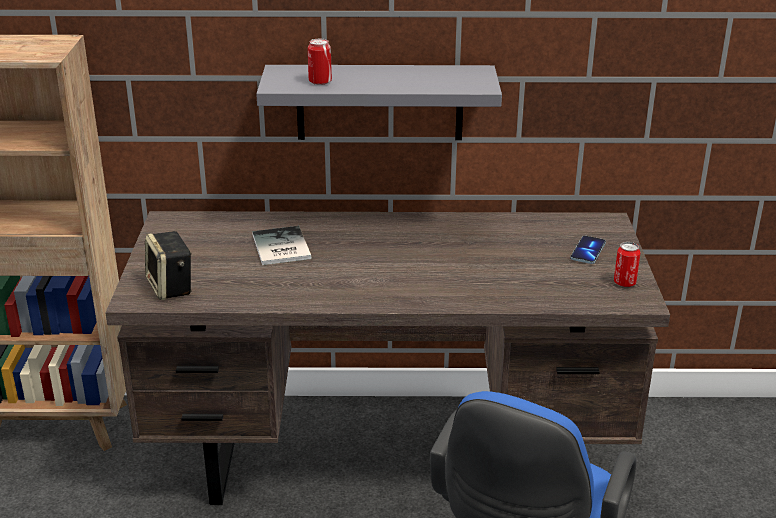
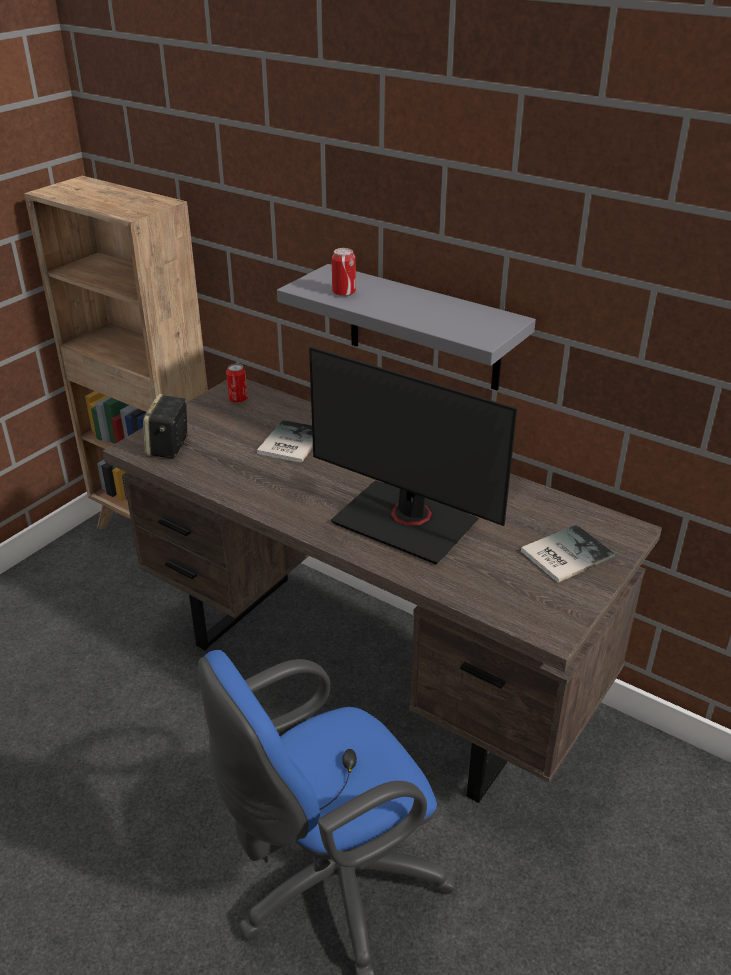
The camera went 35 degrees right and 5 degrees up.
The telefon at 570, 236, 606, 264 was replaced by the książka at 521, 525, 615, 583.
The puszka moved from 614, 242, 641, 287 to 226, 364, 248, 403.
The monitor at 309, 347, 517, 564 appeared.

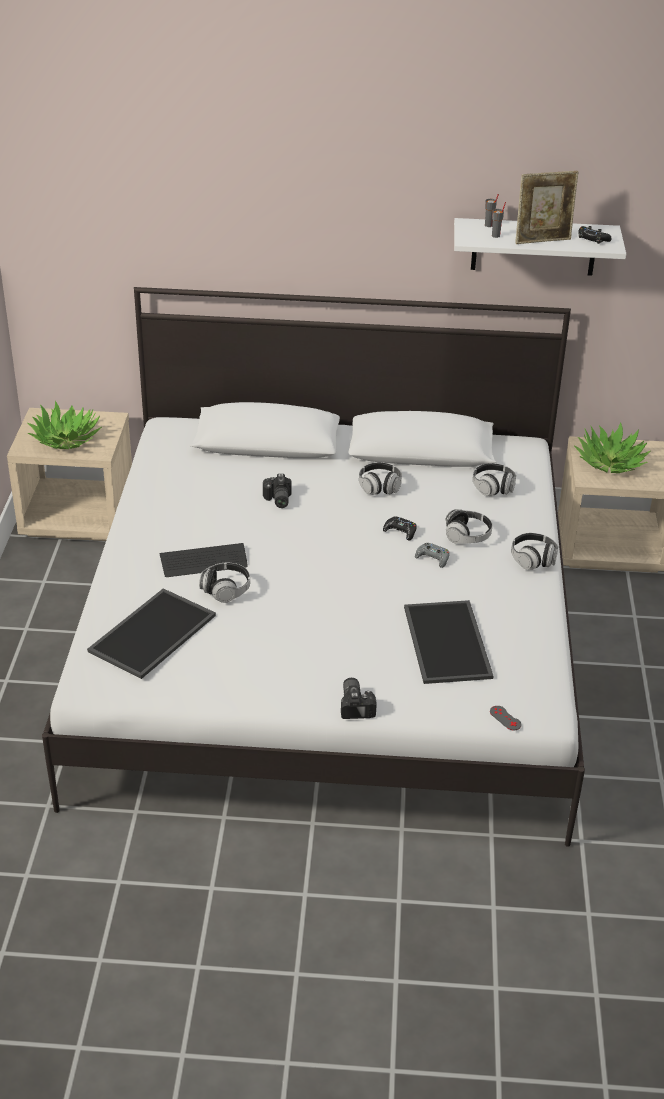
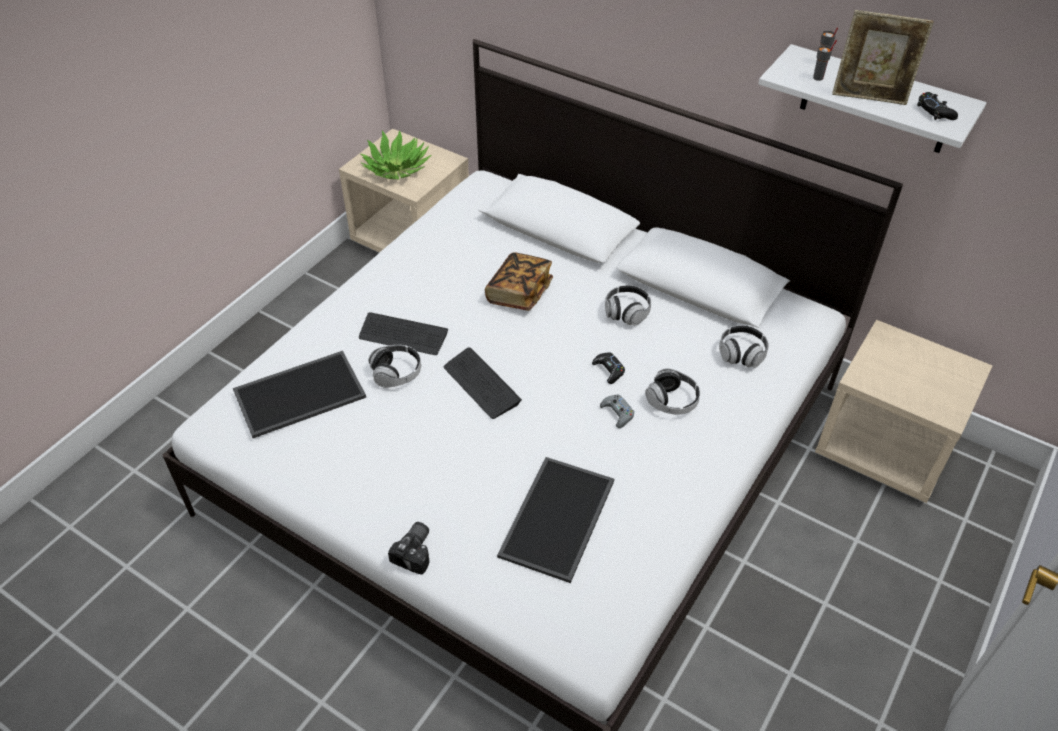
The camera went 30 degrees right and 10 degrees up.
The roślina doniczkowa at 574, 422, 651, 473 disappeared.
The aparat fotograficzny at 263, 474, 291, 508 was replaced by the książka at 485, 252, 553, 311.
The słuchawki at 511, 533, 558, 570 disappeared.
The pad do gier [szary] at 490, 706, 522, 730 disappeared.
The klawiatura at 444, 347, 522, 419 appeared.

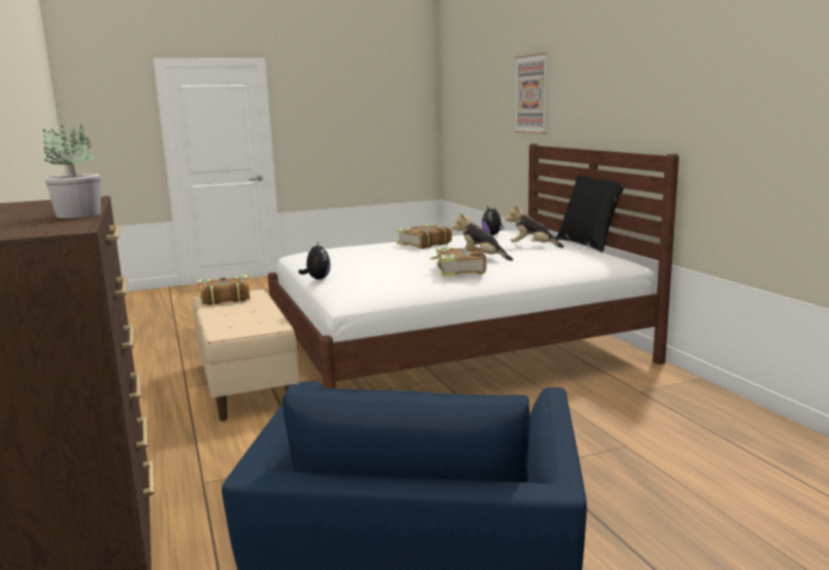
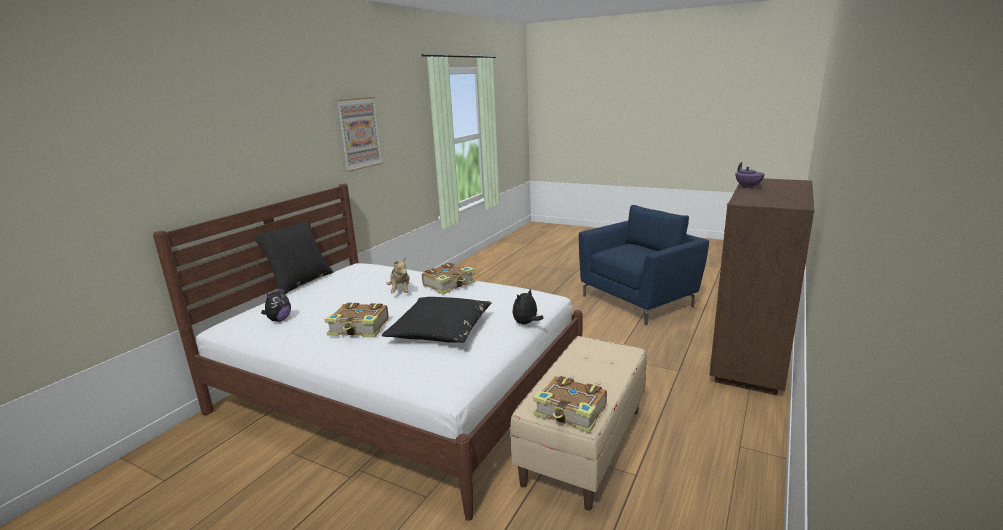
The camera went 130 degrees left and 5 degrees up.
The obraz moved from 515, 52, 548, 134 to 336, 97, 382, 172.
The roślina doniczkowa at 43, 122, 101, 218 was replaced by the imbryk [fioletowy] at 735, 162, 765, 189.
The pluszak at 506, 205, 564, 248 disappeared.
The poduszka [czarny] at 382, 297, 492, 343 appeared.

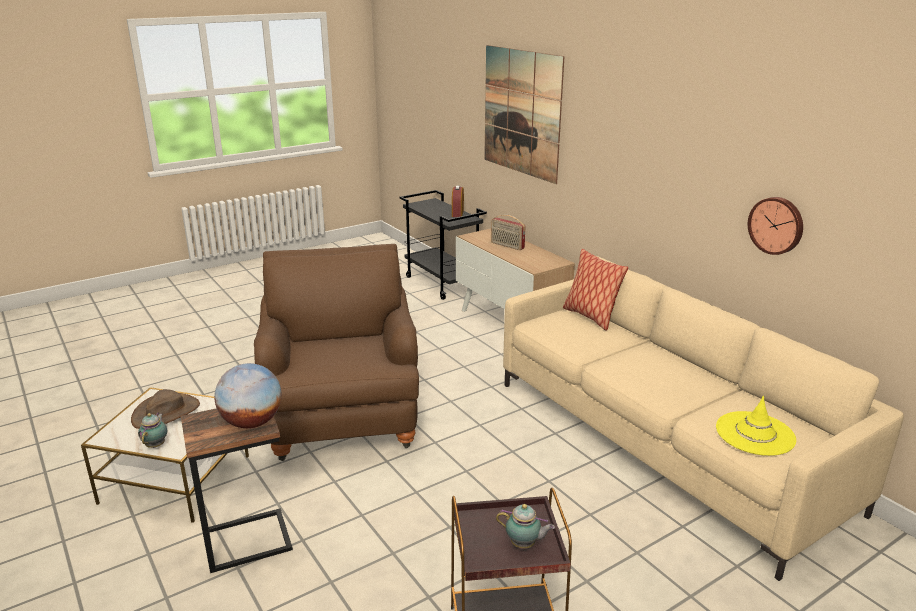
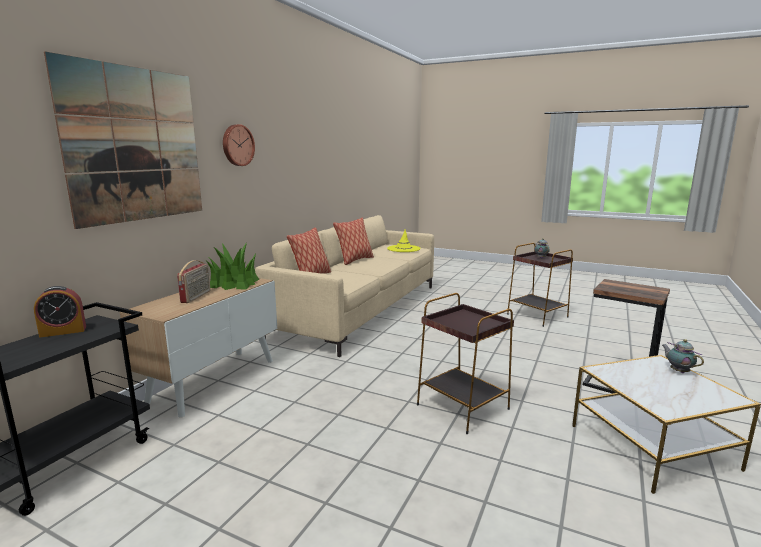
The camera went 120 degrees left and 10 degrees down.
The zegar ścienny moved from 748, 197, 803, 255 to 223, 124, 255, 166.
The fotel [brązowy] at 254, 244, 419, 461 was replaced by the stolik [brązowy] at 417, 293, 514, 434.
The globus at 214, 363, 282, 428 disappeared.
The kapelusz [brązowy] at 131, 389, 200, 429 disappeared.
The imbryk at 138, 412, 167, 448 turned 90 degrees clockwise.
The poduszka at 333, 218, 374, 265 appeared.
The roślina doniczkowa at 206, 242, 259, 290 appeared.

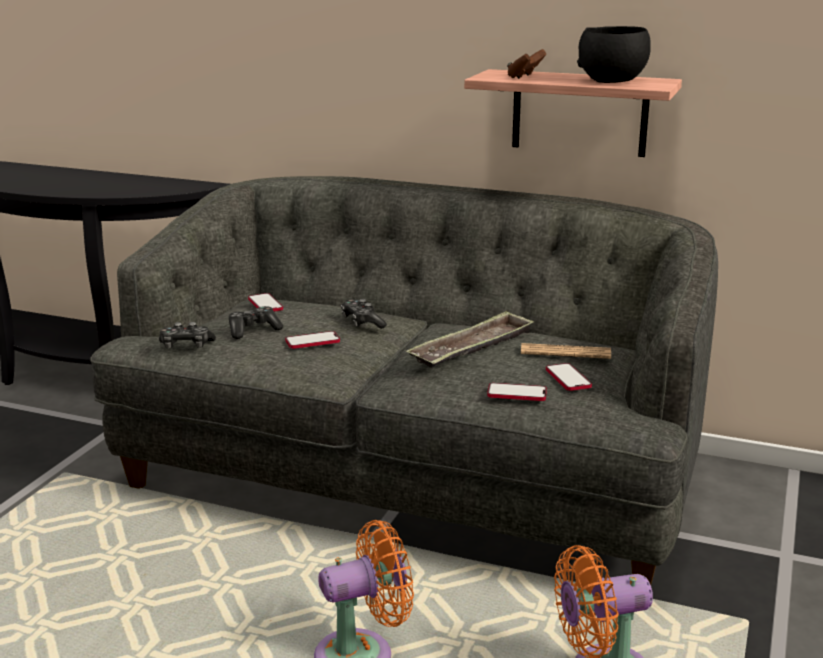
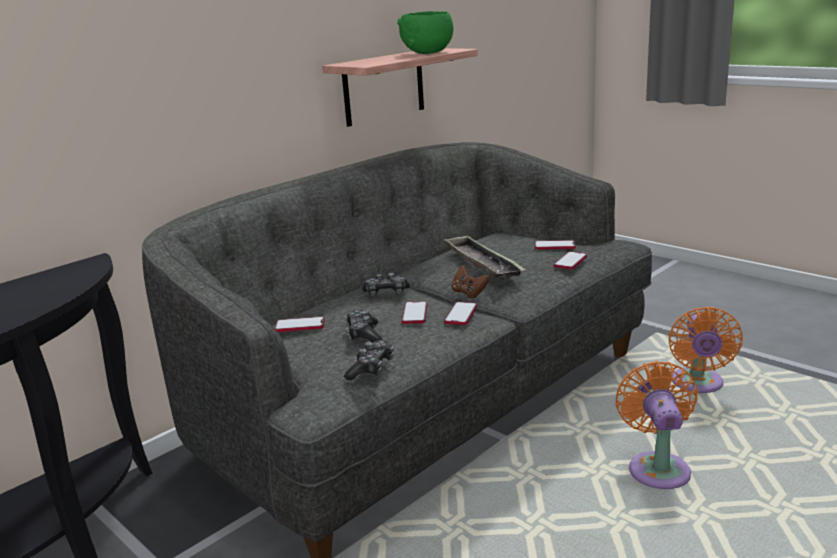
The camera went 65 degrees left and 0 degrees up.
The miska [czarny] at 577, 26, 651, 83 became the miska [zielony] at 397, 11, 453, 54.
The pad do gier [brązowy] moved from 507, 49, 546, 79 to 451, 266, 490, 298.
The gazeta at 521, 343, 611, 359 disappeared.
The telefon at 444, 302, 477, 325 appeared.

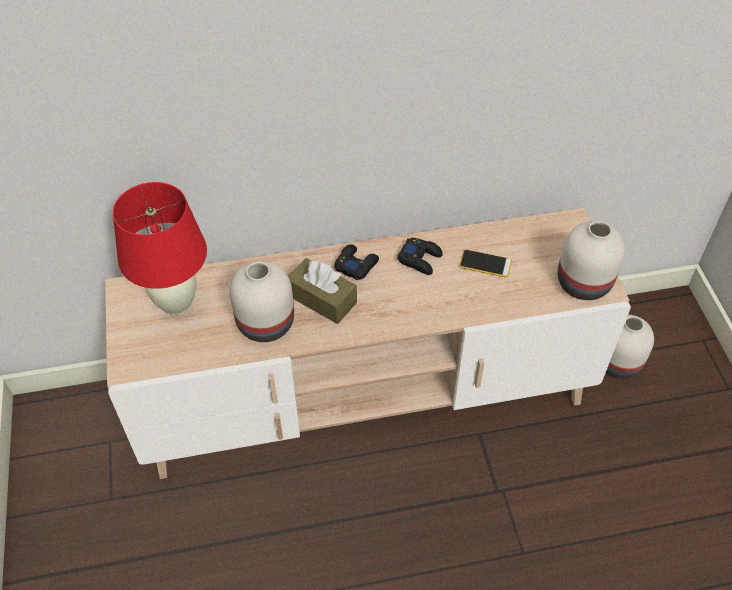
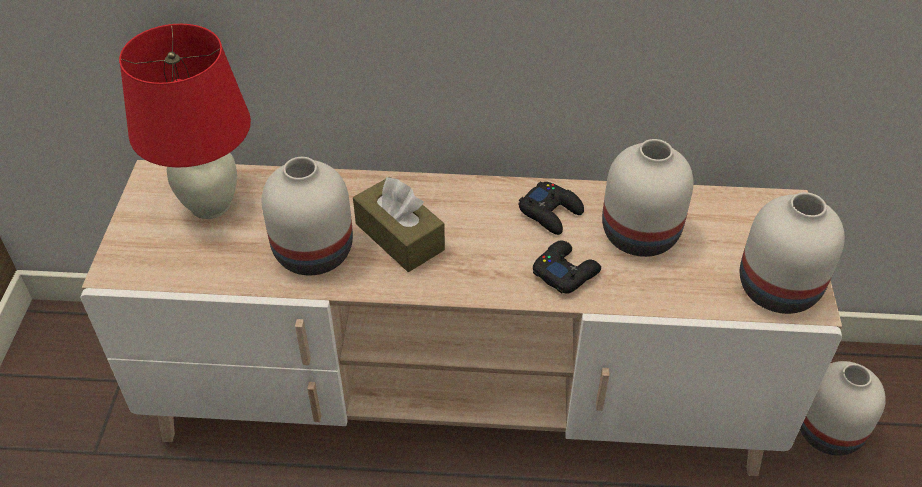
The camera went 15 degrees right and 5 degrees down.
The pad do gier [czarny] moved from 334, 244, 379, 280 to 533, 240, 601, 294.
The telefon at 459, 249, 512, 278 was replaced by the wazon [biały] at 602, 139, 693, 257.

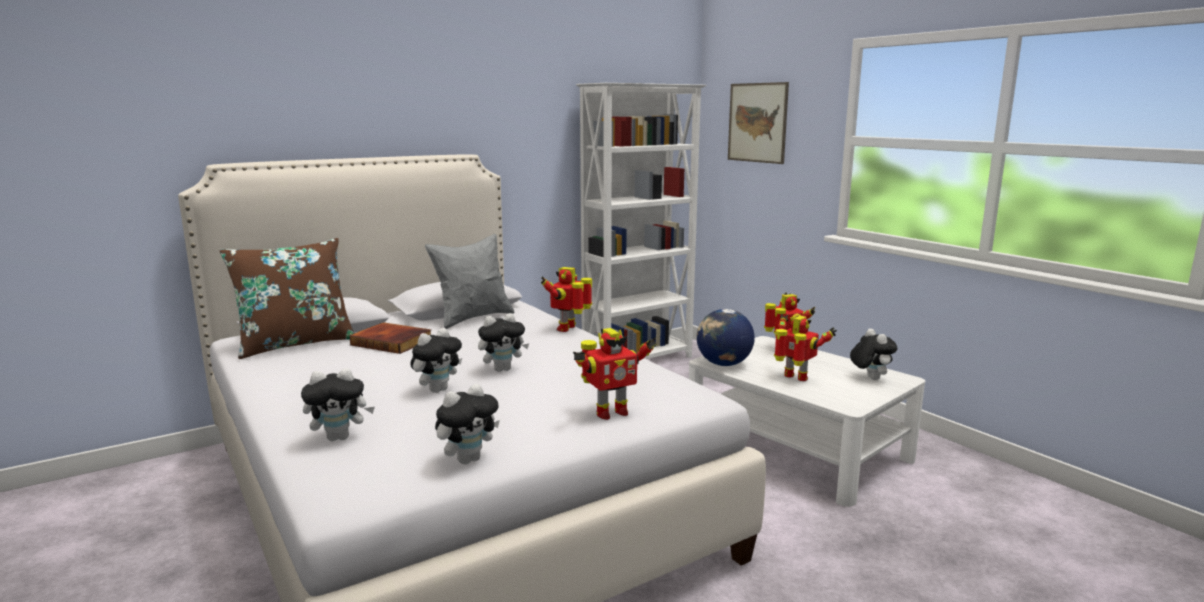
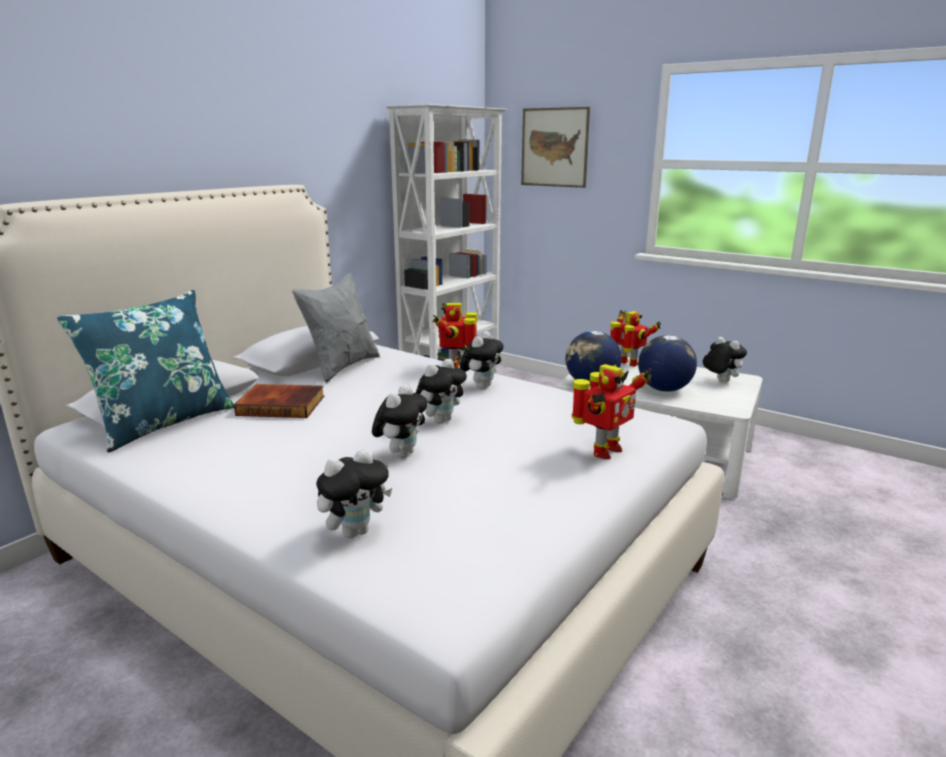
The camera went 20 degrees left and 5 degrees up.
The poduszka [brązowy] at 220, 238, 354, 359 became the poduszka [niebieski] at 57, 290, 234, 453.
The robot zabawkowy at 774, 314, 837, 381 was replaced by the globus at 638, 335, 697, 392.
The pluszak moved from 435, 384, 500, 464 to 460, 331, 504, 389.

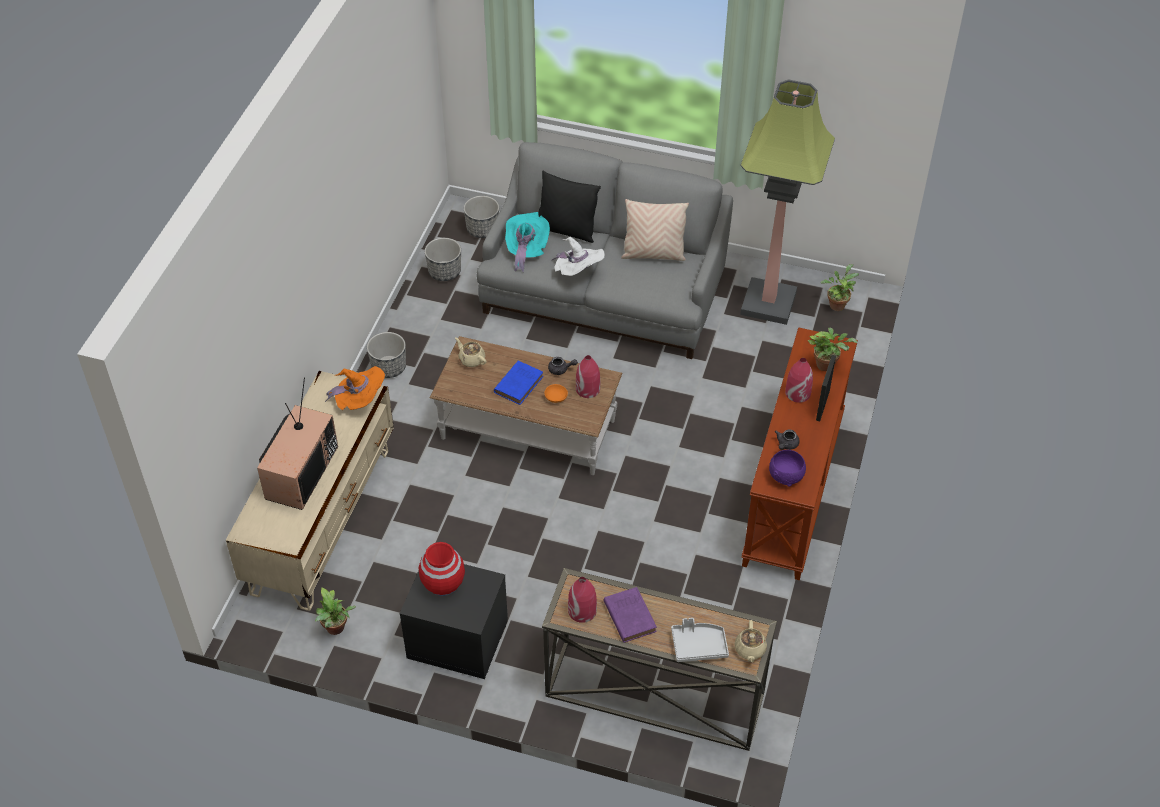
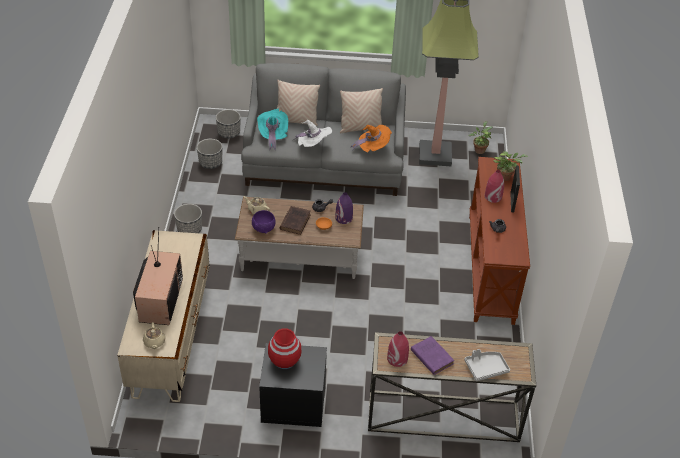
The camera went 15 degrees left and 5 degrees down.
The poduszka [czarny] at 538, 171, 601, 243 became the poduszka [beżowy] at 277, 80, 320, 126.
The wazon [czerwony] at 576, 355, 600, 398 became the wazon [fioletowy] at 335, 192, 353, 224.
The książka [niebieski] at 494, 361, 544, 405 became the książka [brązowy] at 280, 206, 311, 235.
The kapelusz [pomarańczowy] moved from 325, 366, 385, 410 to 351, 125, 392, 152.
The miska [fioletowy] moved from 769, 450, 806, 486 to 252, 210, 276, 233.
The roślina doniczkowa at 315, 587, 356, 635 disappeared.
The imbryk [beżowy] moved from 734, 620, 767, 662 to 143, 322, 166, 349.

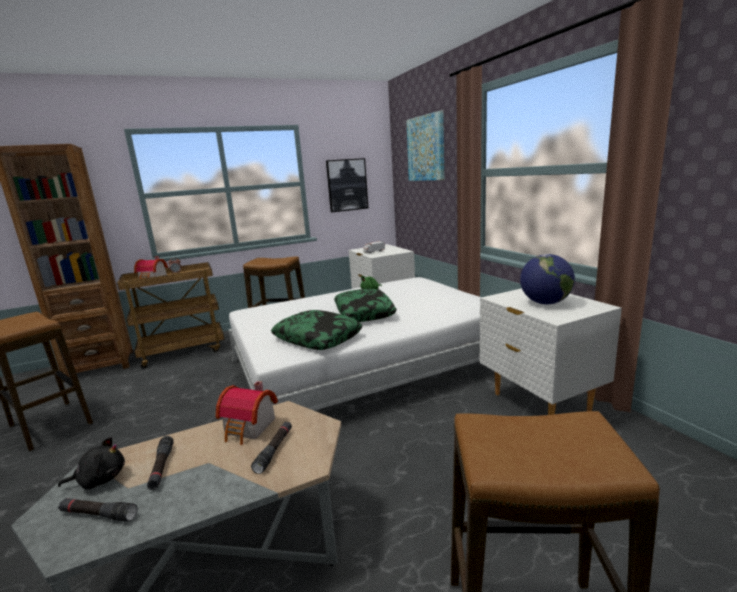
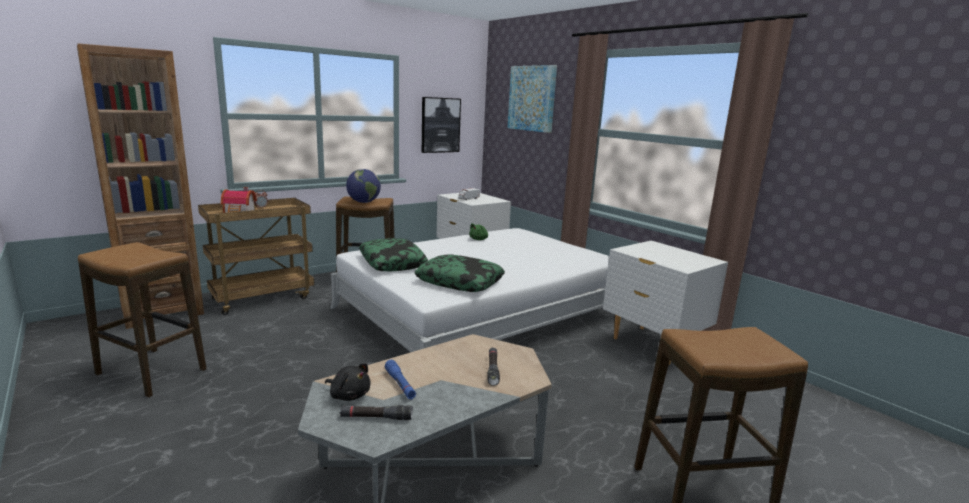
The camera went 15 degrees left and 0 degrees up.
The globus moved from 520, 254, 575, 304 to 346, 169, 381, 203.
The poduszka moved from 334, 289, 397, 322 to 359, 238, 428, 271.
The domek at 216, 381, 278, 445 disappeared.
The latarka [czarny] at 147, 436, 173, 490 became the latarka [niebieski] at 385, 360, 416, 399.
The pluszak [czarny] at 58, 437, 125, 490 turned 60 degrees clockwise.

